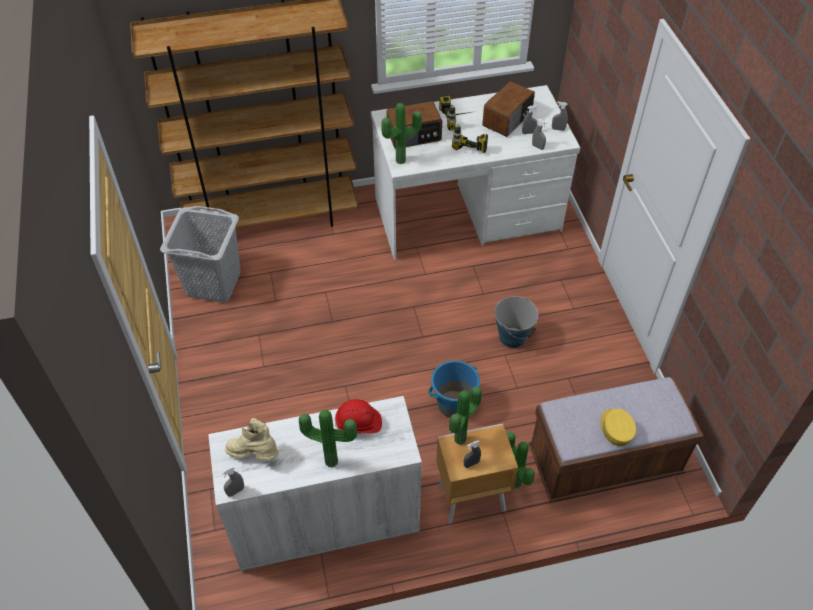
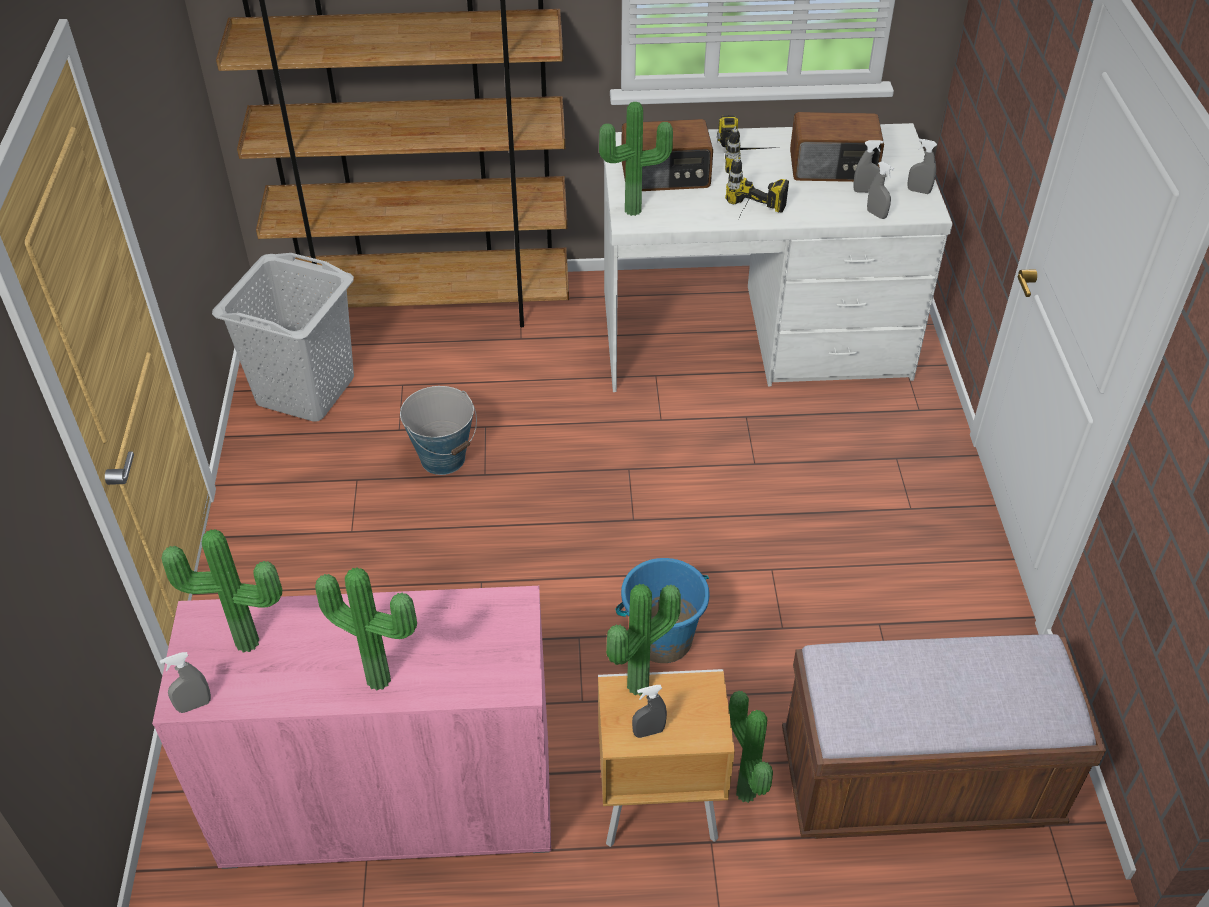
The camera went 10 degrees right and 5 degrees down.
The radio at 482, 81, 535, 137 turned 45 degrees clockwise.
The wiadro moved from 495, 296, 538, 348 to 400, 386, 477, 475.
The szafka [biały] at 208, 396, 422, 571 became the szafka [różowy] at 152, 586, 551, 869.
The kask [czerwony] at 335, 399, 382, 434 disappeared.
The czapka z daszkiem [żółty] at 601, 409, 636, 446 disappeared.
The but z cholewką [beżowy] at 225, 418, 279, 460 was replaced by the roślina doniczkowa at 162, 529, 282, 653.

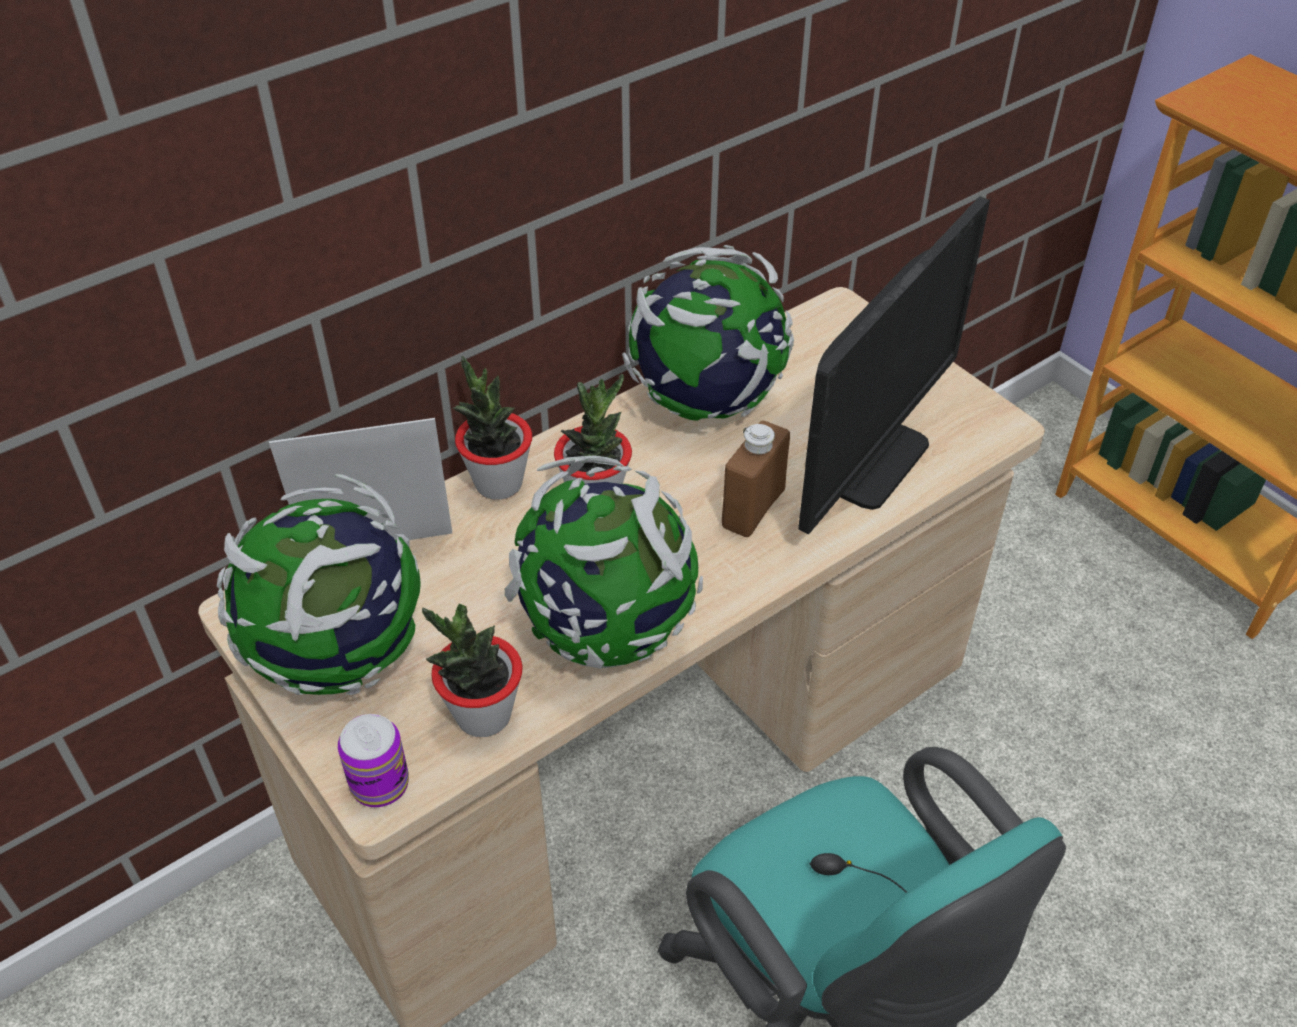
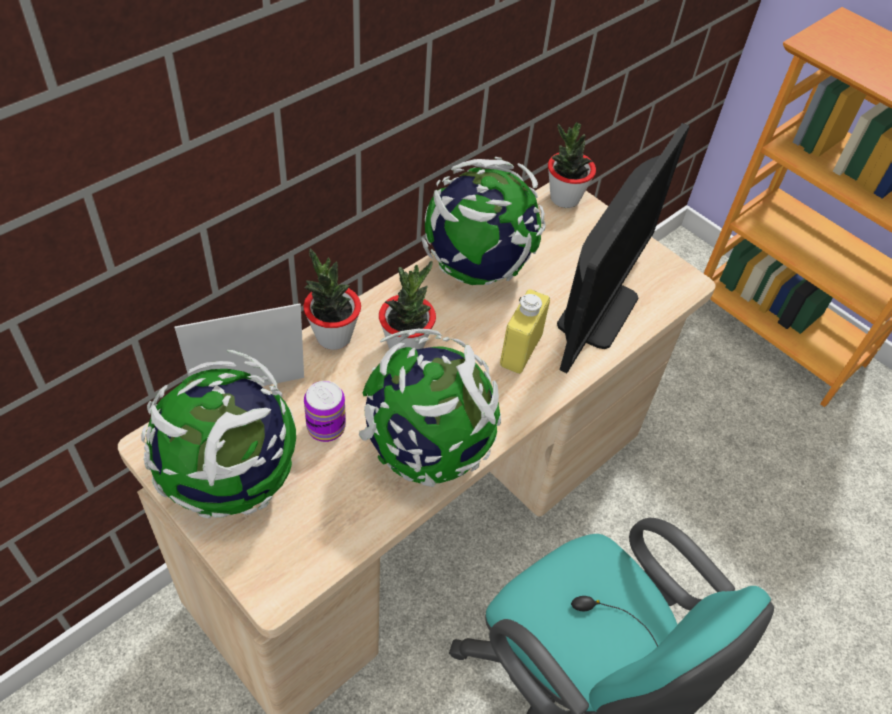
The camera went 10 degrees left and 5 degrees up.
The butelka [brązowy] at 722, 420, 790, 537 became the butelka [żółty] at 500, 289, 550, 374.
The roślina doniczkowa moved from 422, 604, 522, 737 to 548, 122, 596, 208.
The puszka moved from 338, 714, 409, 807 to 304, 381, 346, 442.

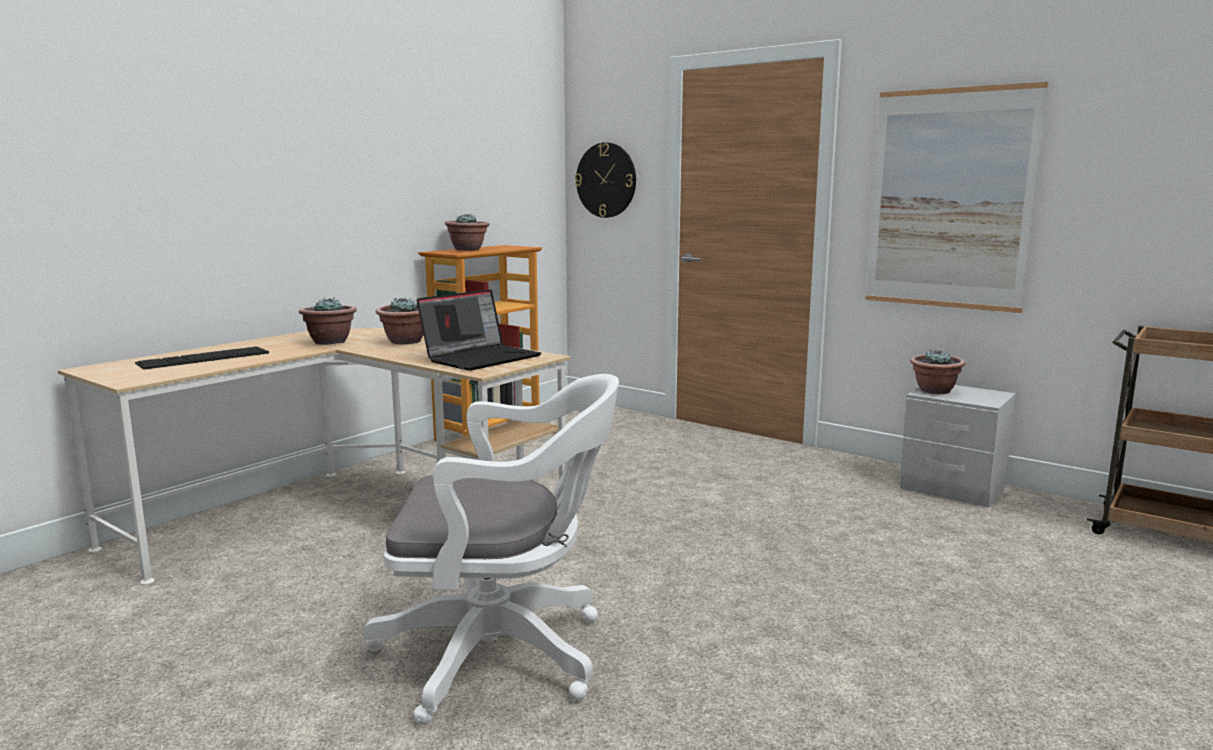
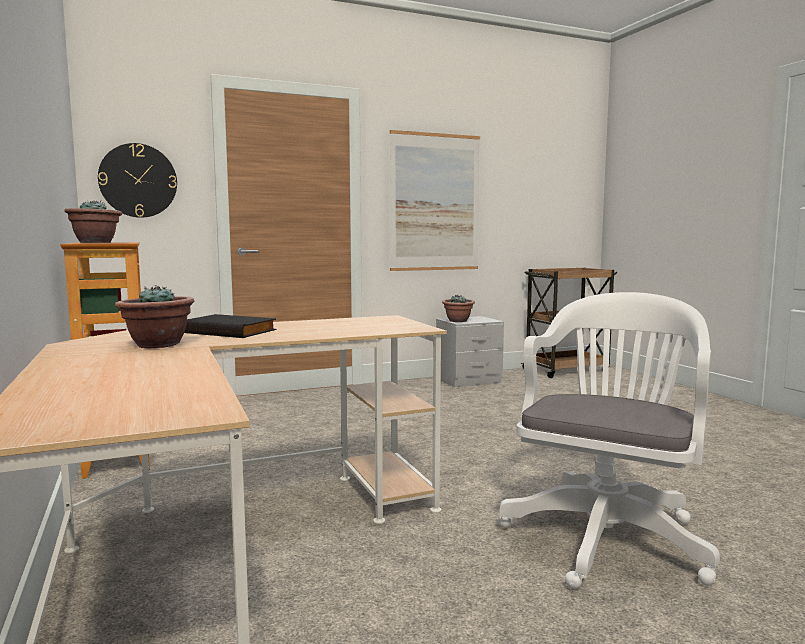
The camera went 60 degrees left and 5 degrees down.
The laptop at 416, 289, 541, 371 disappeared.
The roślina doniczkowa at 376, 298, 424, 344 was replaced by the książka [czarny] at 184, 314, 276, 338.
The klawiatura at 135, 346, 269, 370 disappeared.

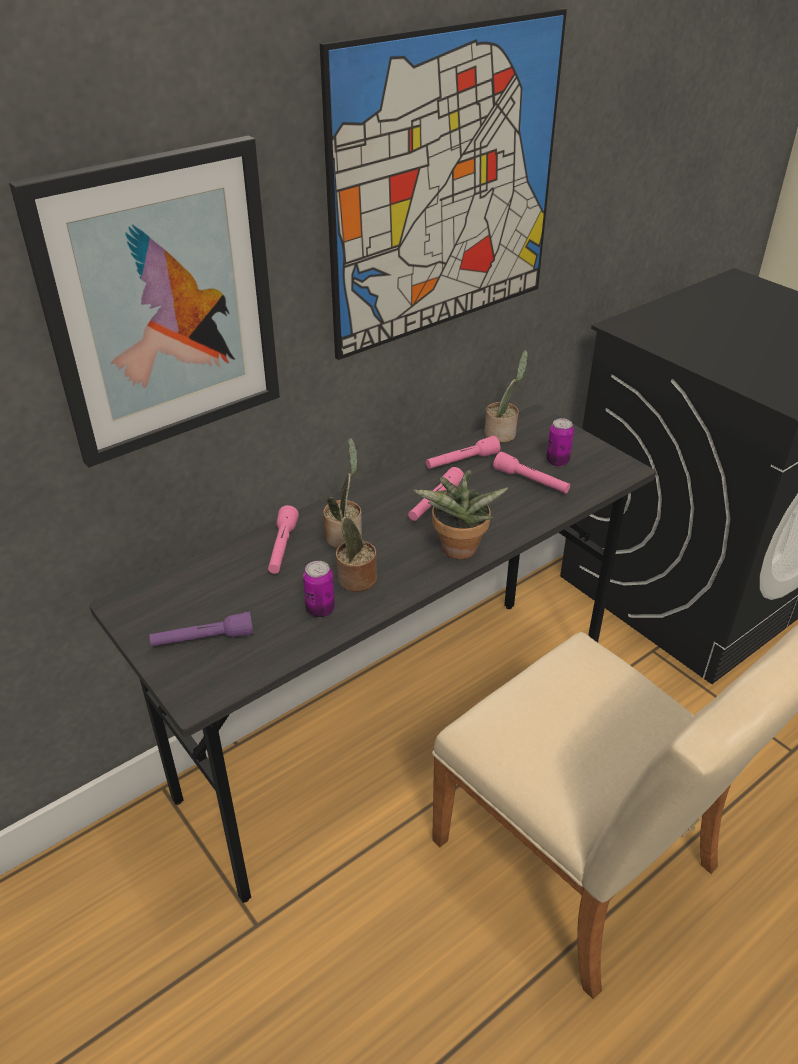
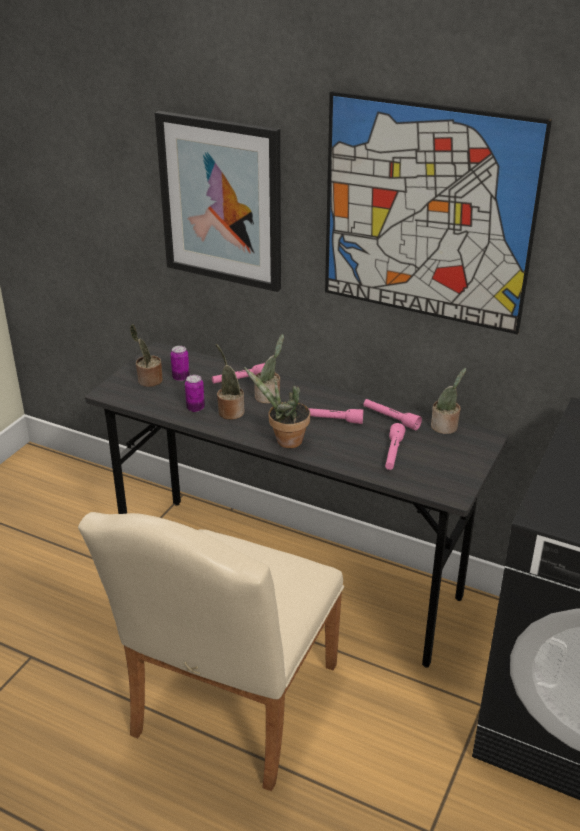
The camera went 65 degrees right and 5 degrees down.
The puszka moved from 546, 418, 574, 466 to 170, 346, 190, 381.
The latarka [fioletowy] at 149, 611, 253, 647 was replaced by the roślina doniczkowa at 130, 324, 163, 387.

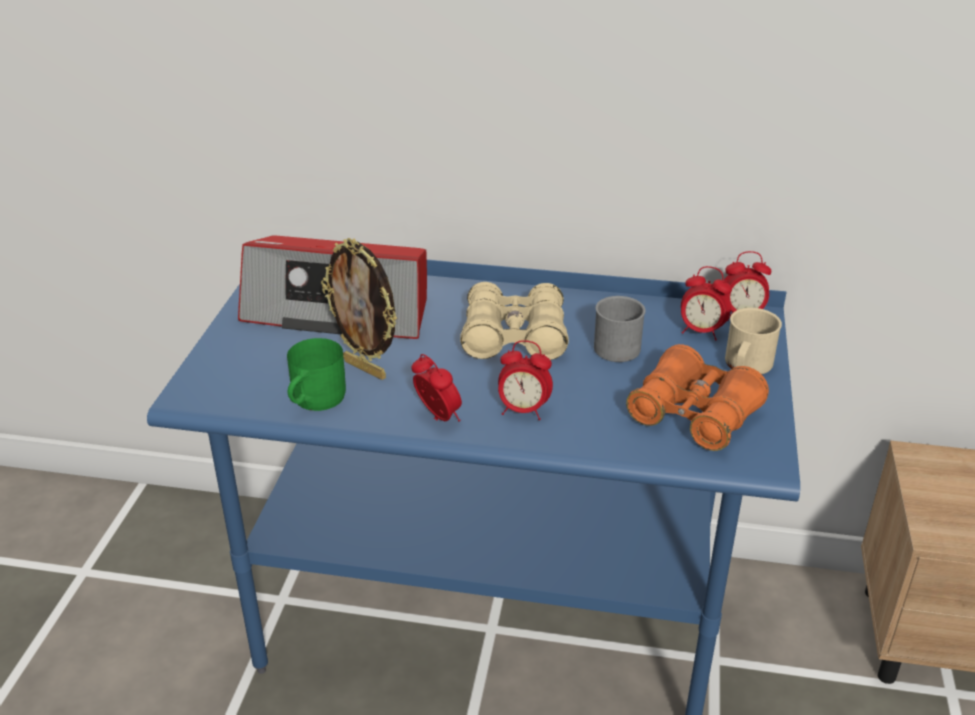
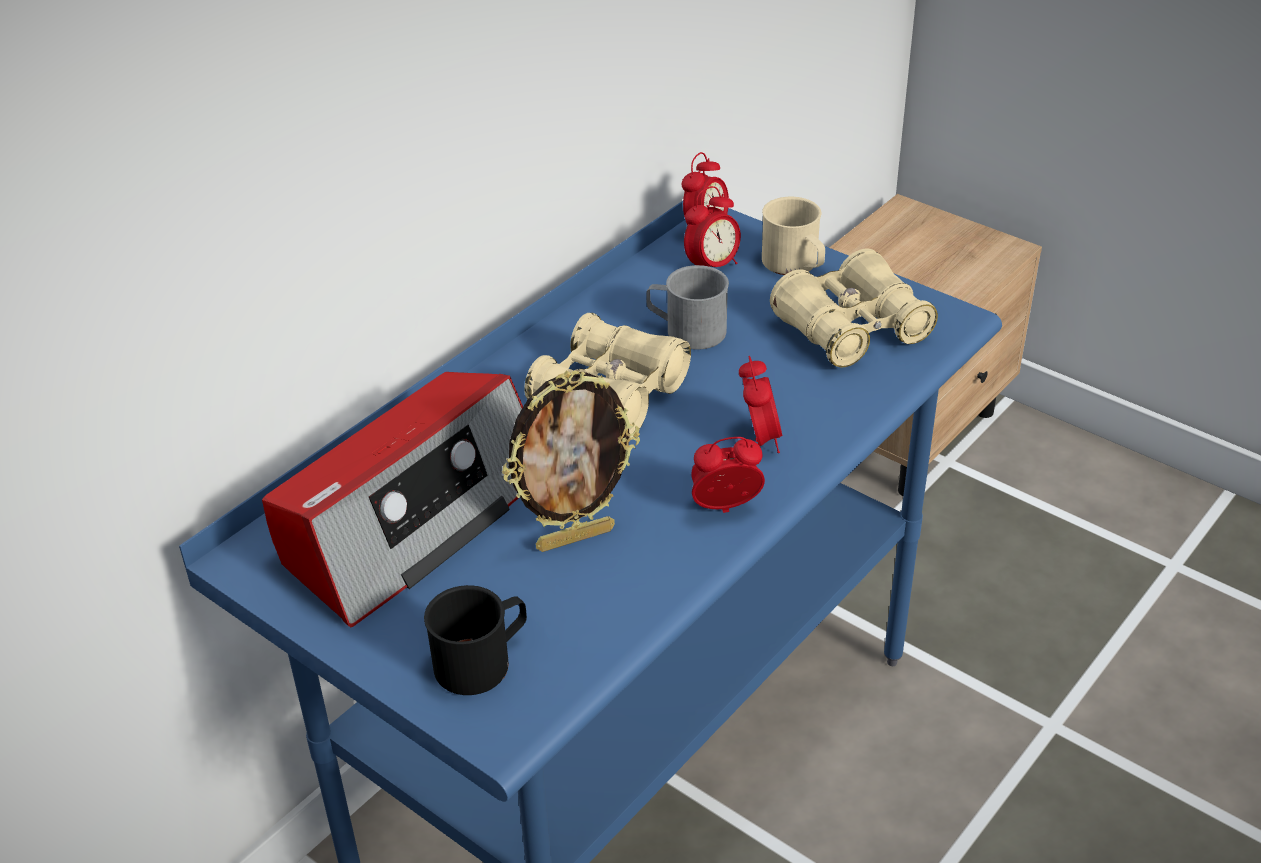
The camera went 60 degrees left and 5 degrees up.
The kubek [zielony] at 287, 338, 346, 411 disappeared.
The budzik at 498, 340, 553, 420 turned 45 degrees counterclockwise.
The lornetka [pomarańczowy] at 626, 344, 769, 451 became the lornetka [beżowy] at 770, 249, 938, 368.
The kubek [czarny] at 424, 585, 527, 695 appeared.

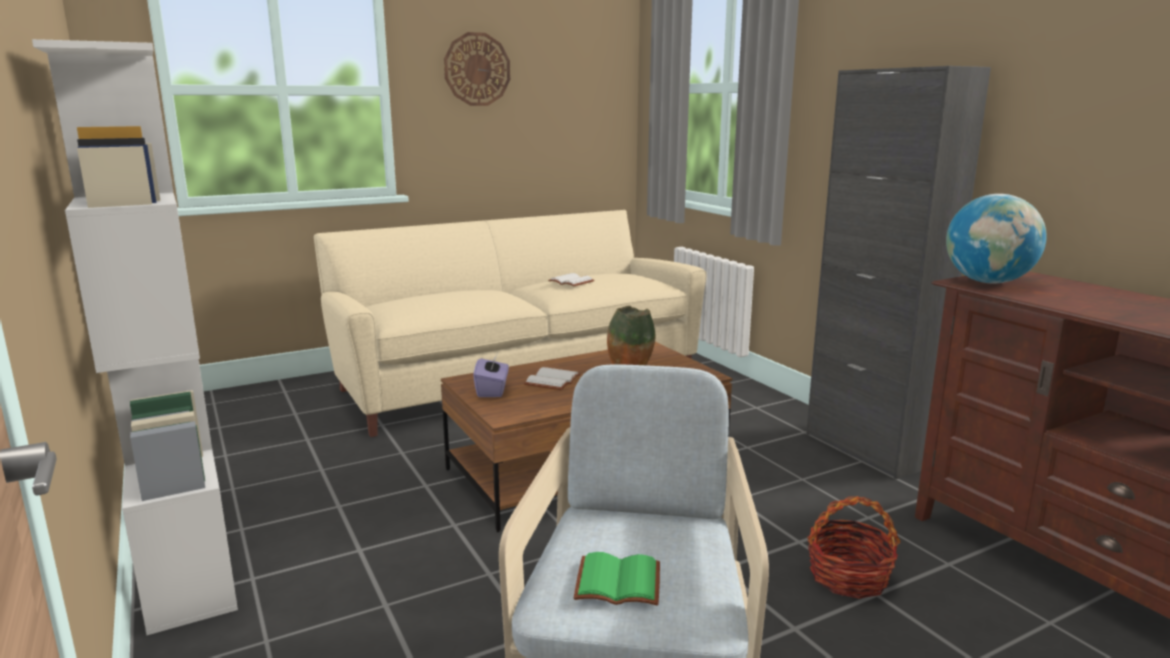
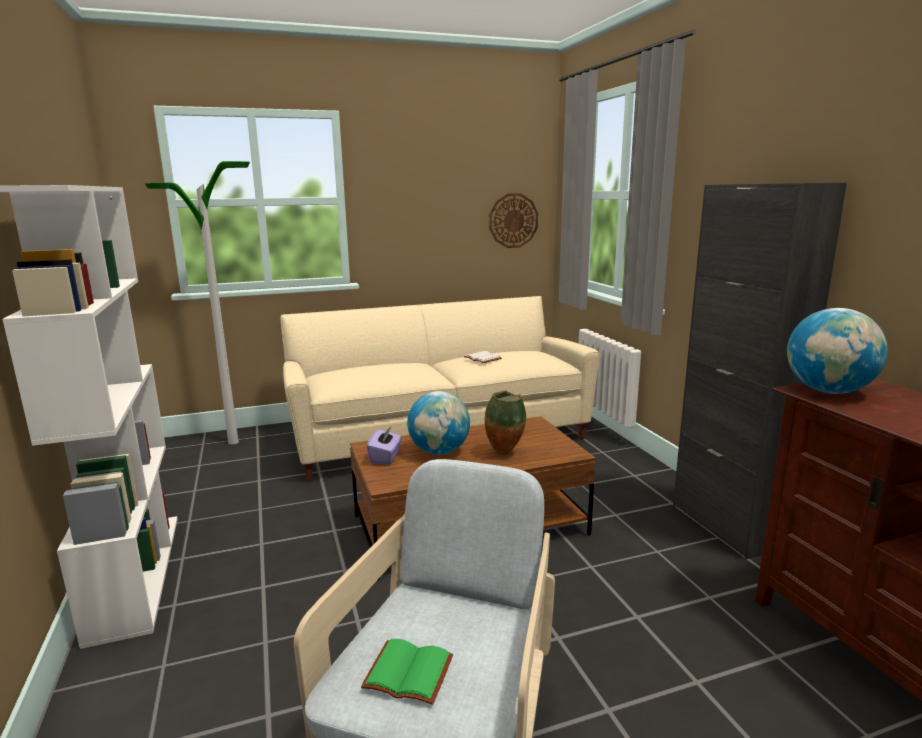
The camera went 10 degrees right and 0 degrees up.
The zegar ścienny moved from 444, 32, 510, 106 to 489, 193, 538, 248.
The książka [biały] at 524, 367, 581, 390 was replaced by the globus at 407, 391, 470, 455.
The koszyk at 807, 496, 900, 599 disappeared.
The lampa stojąca at 144, 161, 250, 445 appeared.

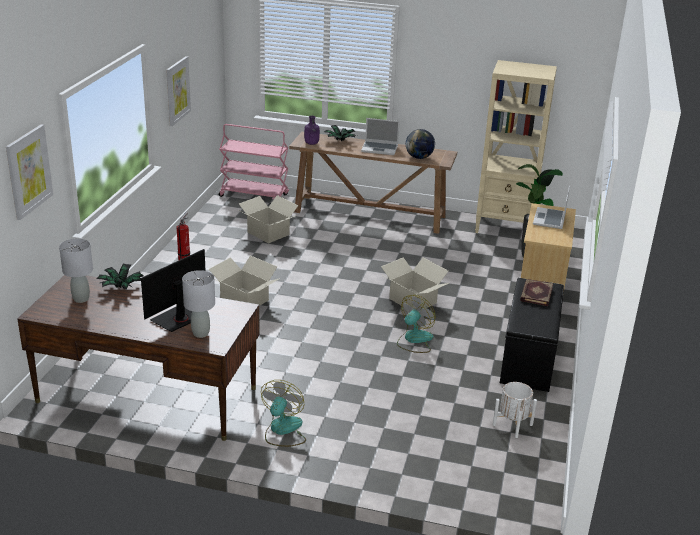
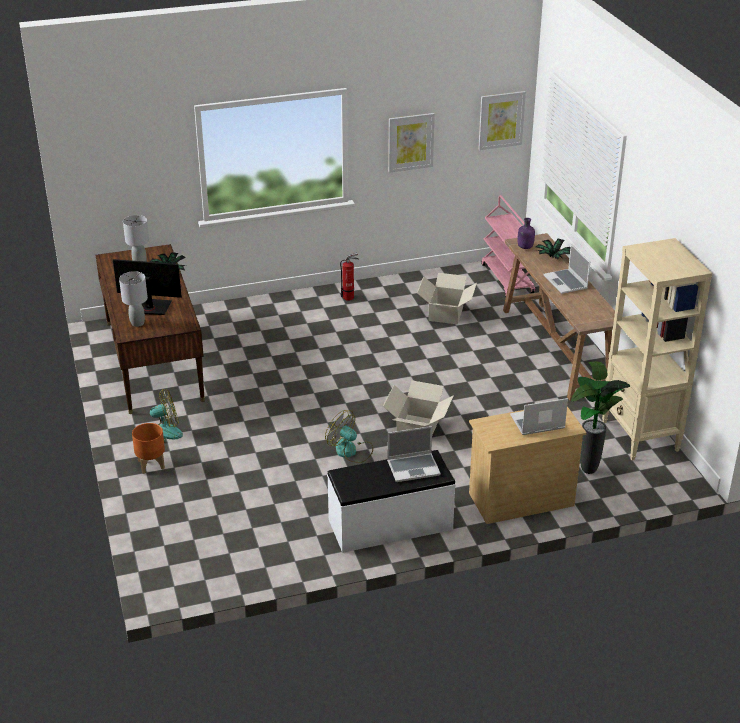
The camera went 60 degrees right and 5 degrees up.
The obraz moved from 6, 124, 53, 220 to 478, 91, 526, 150.
The globus at 406, 129, 435, 159 disappeared.
The karton at 209, 255, 280, 306 disappeared.
The ławka [czarny] at 500, 278, 564, 392 became the ławka [biały] at 327, 450, 456, 553.
The książka at 520, 279, 553, 306 was replaced by the laptop at 387, 426, 441, 482.
The wentylator at 397, 295, 436, 353 turned 150 degrees counterclockwise.
The donica [biały] at 493, 382, 537, 438 disappeared.
The donica [pomarańczowy] at 132, 423, 165, 474 appeared.

